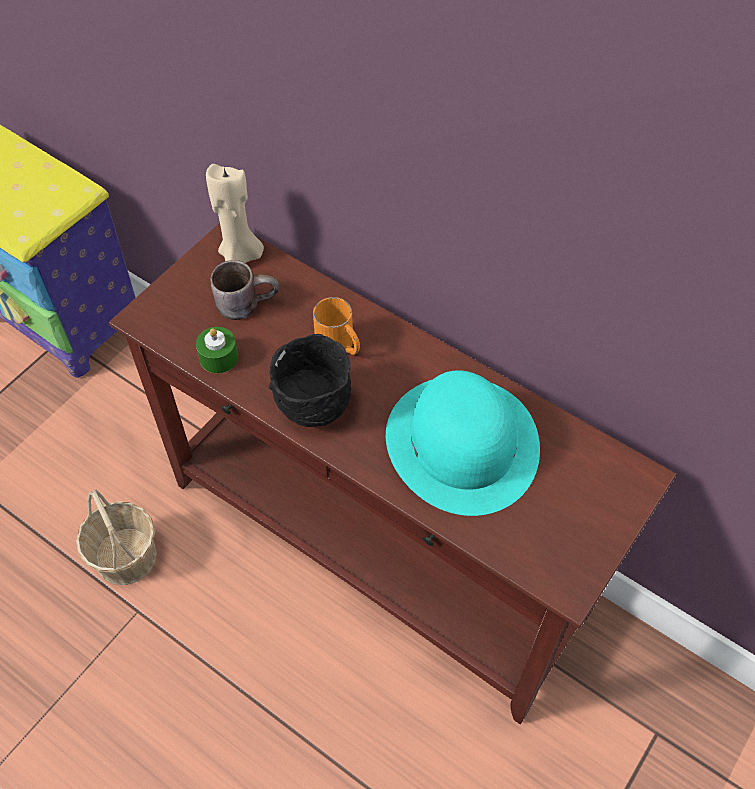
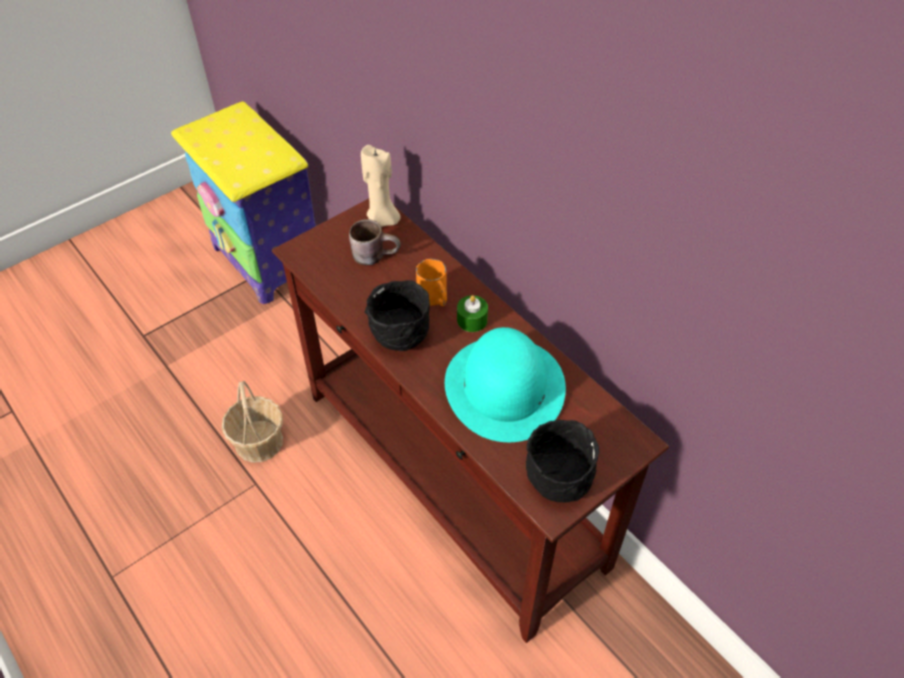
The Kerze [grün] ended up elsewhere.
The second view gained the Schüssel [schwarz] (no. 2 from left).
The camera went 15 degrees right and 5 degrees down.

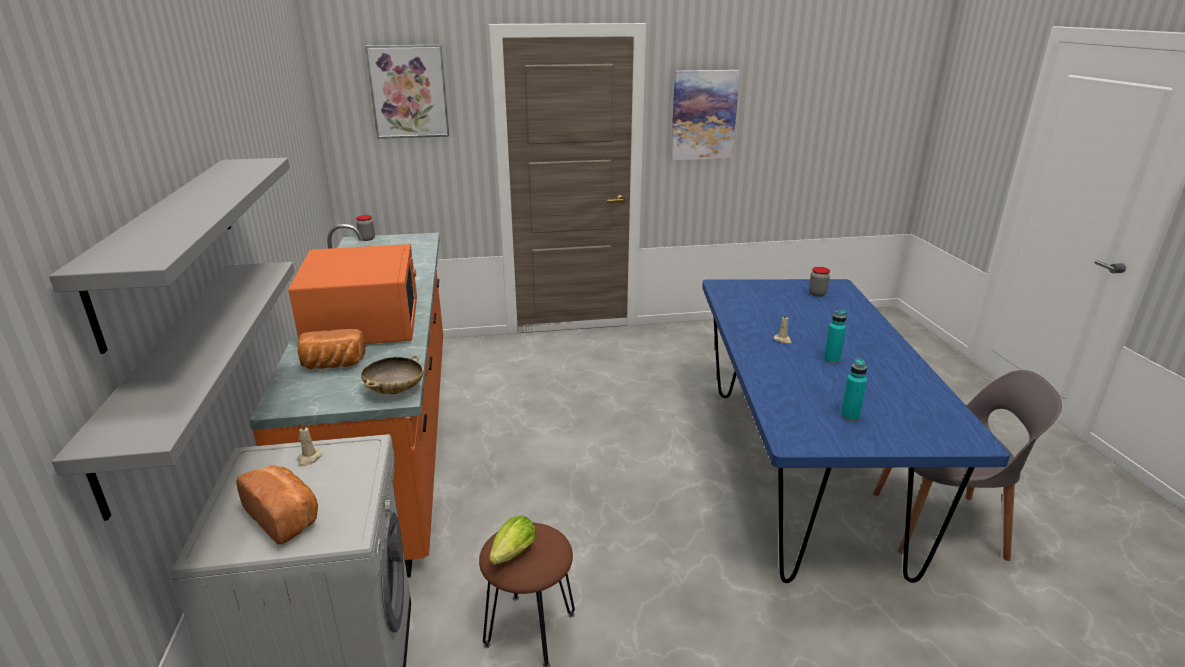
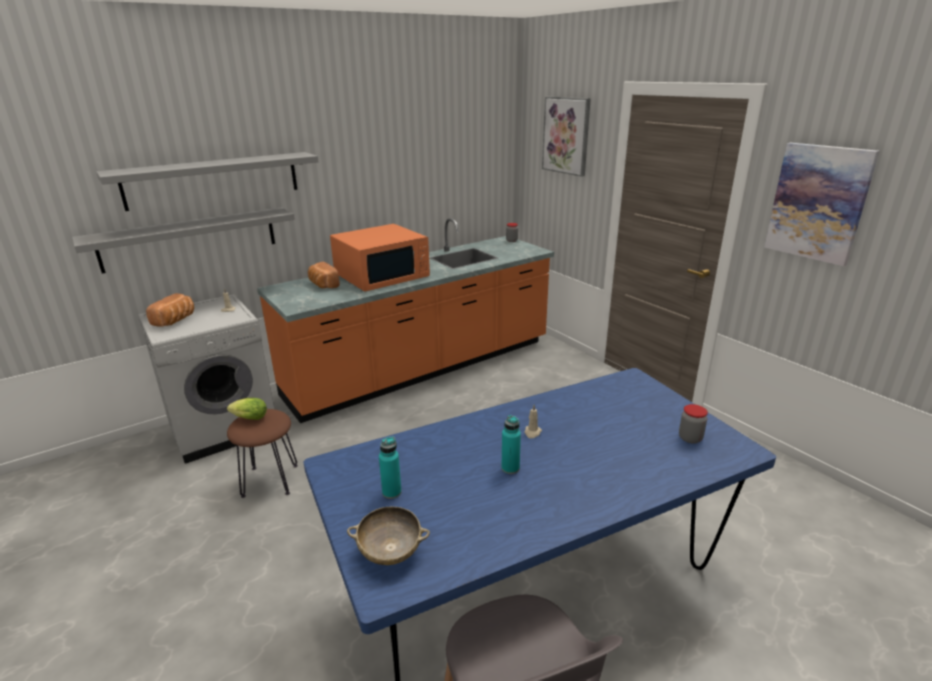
The Schüssel [beige] ended up elsewhere.
The camera went 65 degrees right and 0 degrees up.

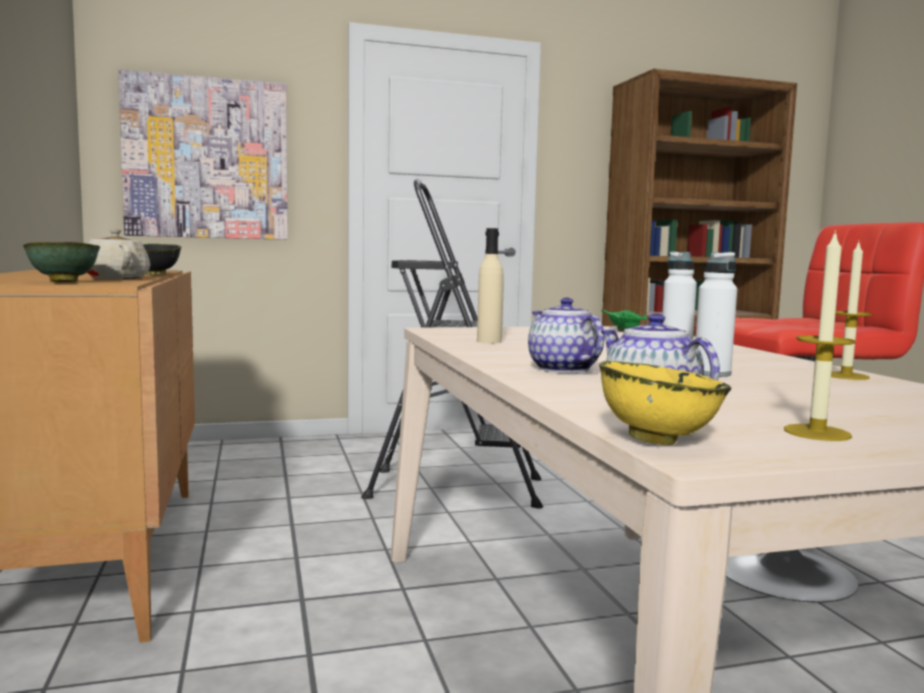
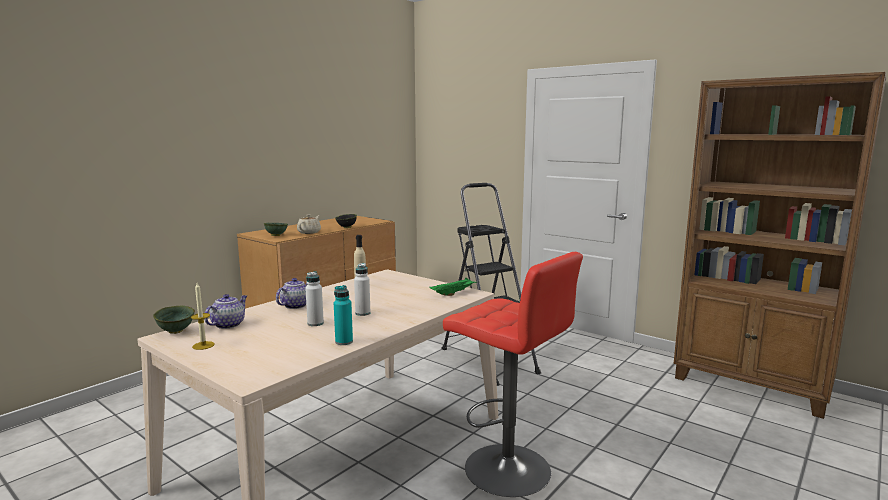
The second view lost the Bild.
Where the Kerze (no. 2 from left) stood, the Flasche [türkis] came to stand.
What was the Schüssel [gelb] turned into the Schüssel [grün] (no. 1 from left).
The camera went 55 degrees right and 5 degrees up.

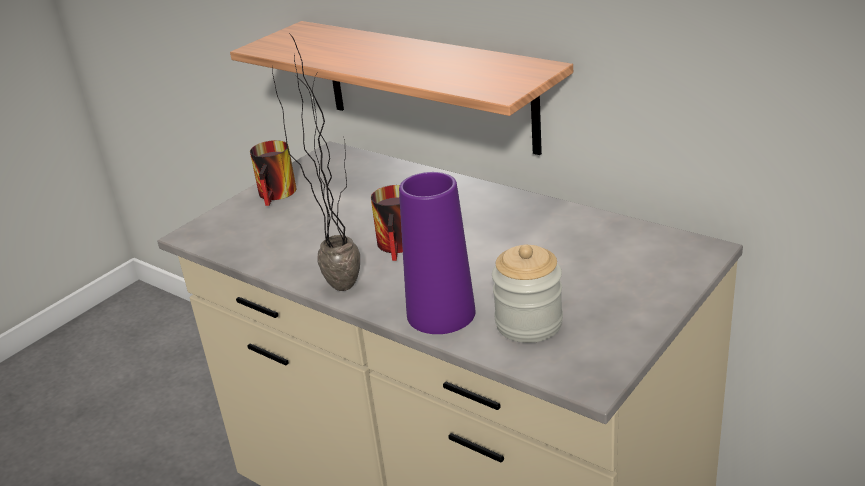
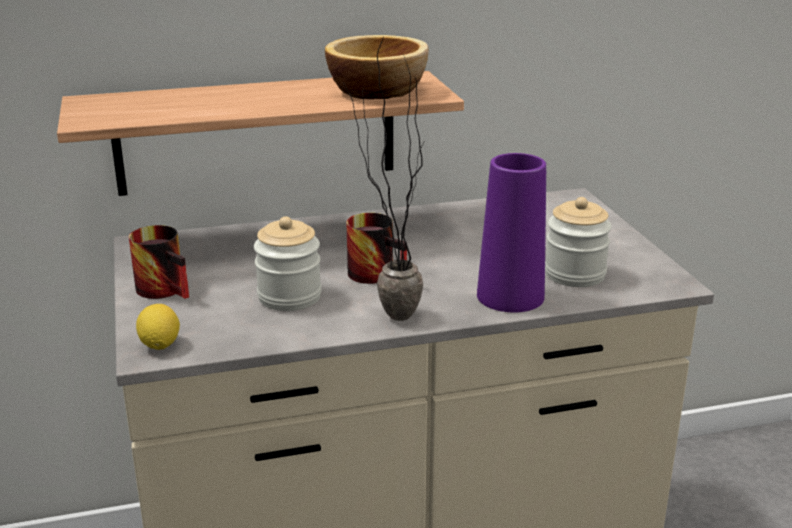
The second view gained the Schüssel.
The second view gained the Vorratsglas (no. 1 from left).
The second view gained the Zitrone.
The camera went 55 degrees left and 5 degrees down.

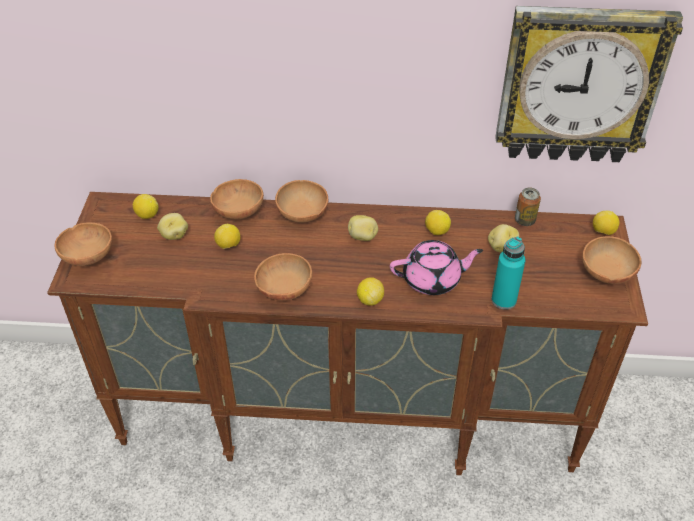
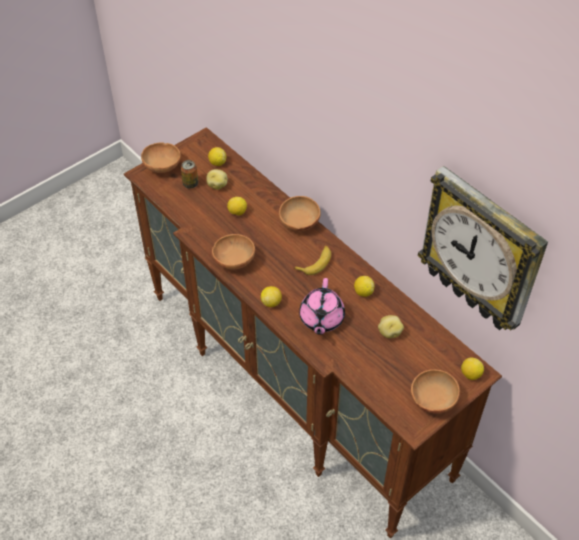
The second view lost the Schüssel [braun] (no. 2 from left).
The Dose ended up elsewhere.
Where the Kartoffel (no. 2 from left) stood, the Banane came to stand.
The second view lost the Flasche [türkis].
The Teekanne [rosa] ended up facing another way, 60 degrees clockwise from before.
The camera went 45 degrees right and 5 degrees up.

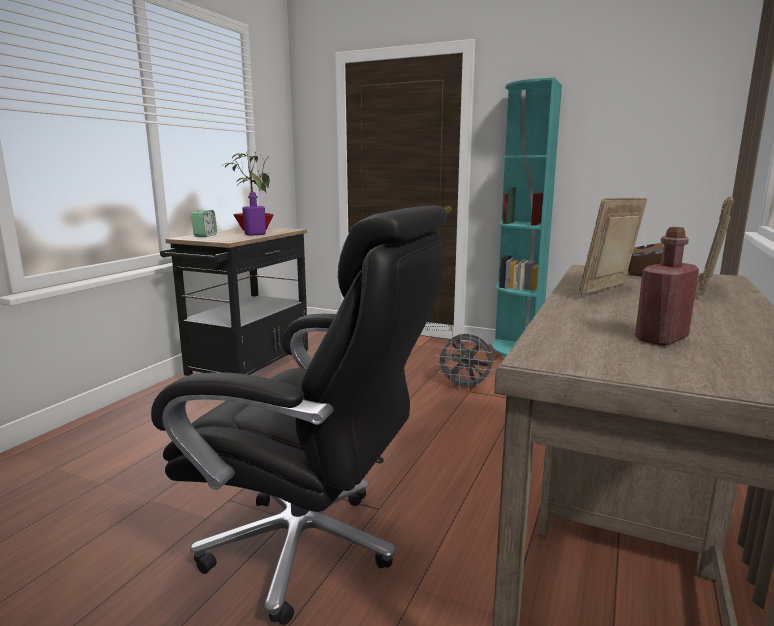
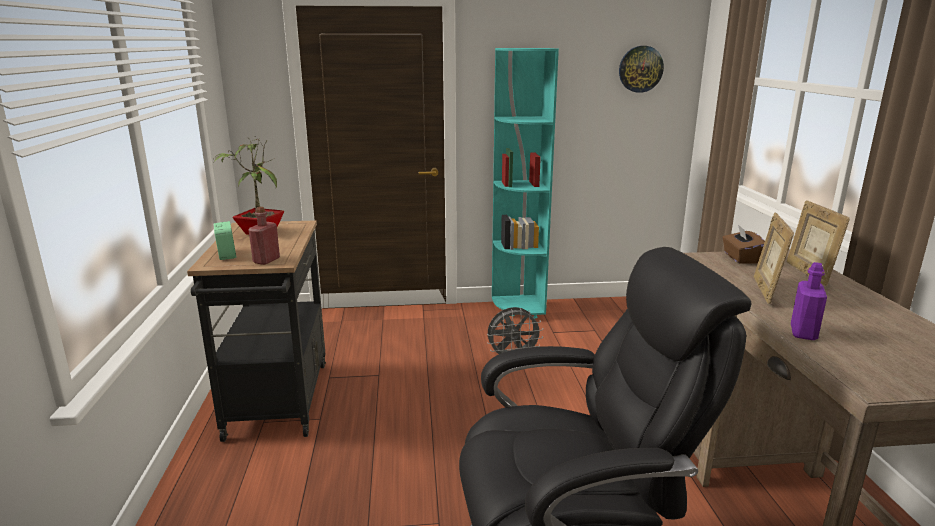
The Flasche [lila] ended up elsewhere.
The Flasche [rot] ended up elsewhere.
The second view gained the Wanduhr.
The camera went 30 degrees left and 5 degrees up.

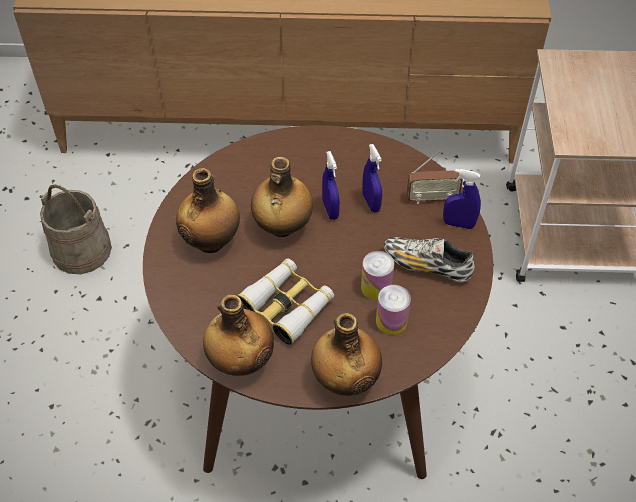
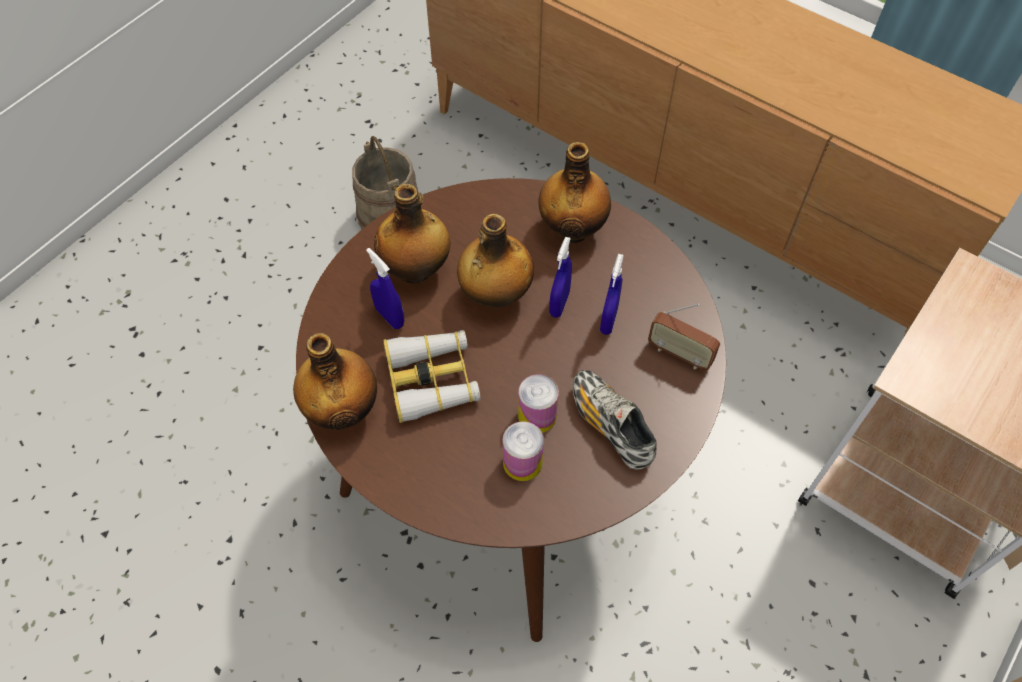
The Sprühflasche [blau] (no. 3 from left in the first image) ended up elsewhere.
The Flasche (no. 4 from left) ended up elsewhere.
The camera went 35 degrees right and 5 degrees up.

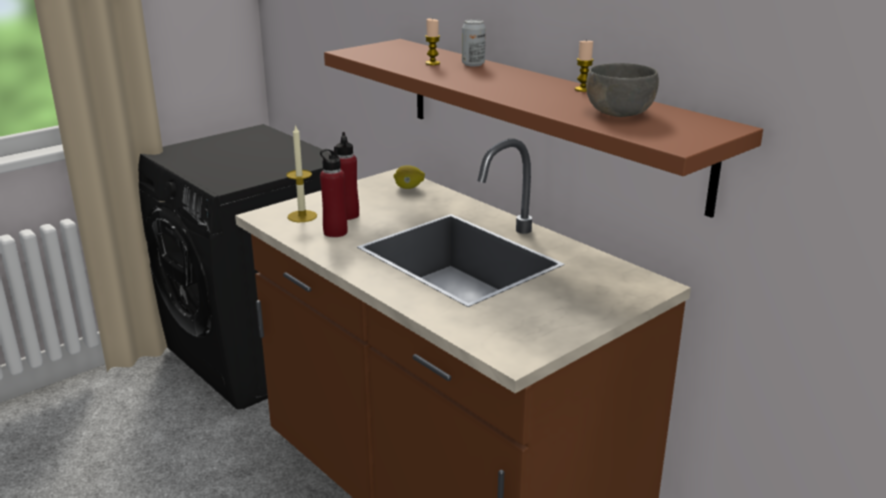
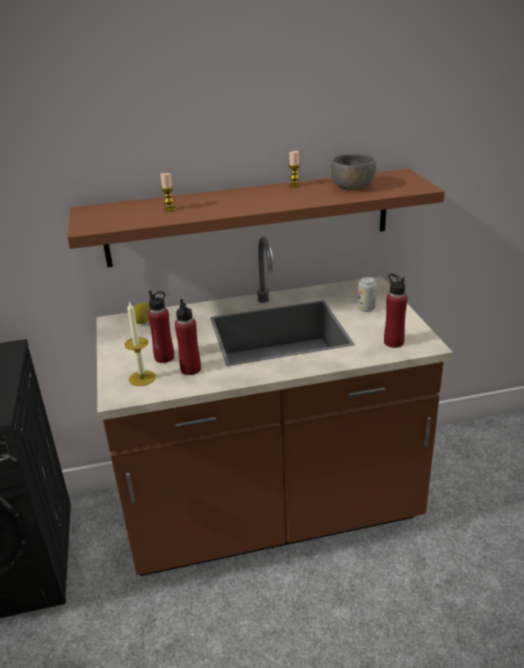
The Dose ended up elsewhere.
The second view gained the Flasche [rot] (no. 3 from left).
The camera went 60 degrees left and 5 degrees up.

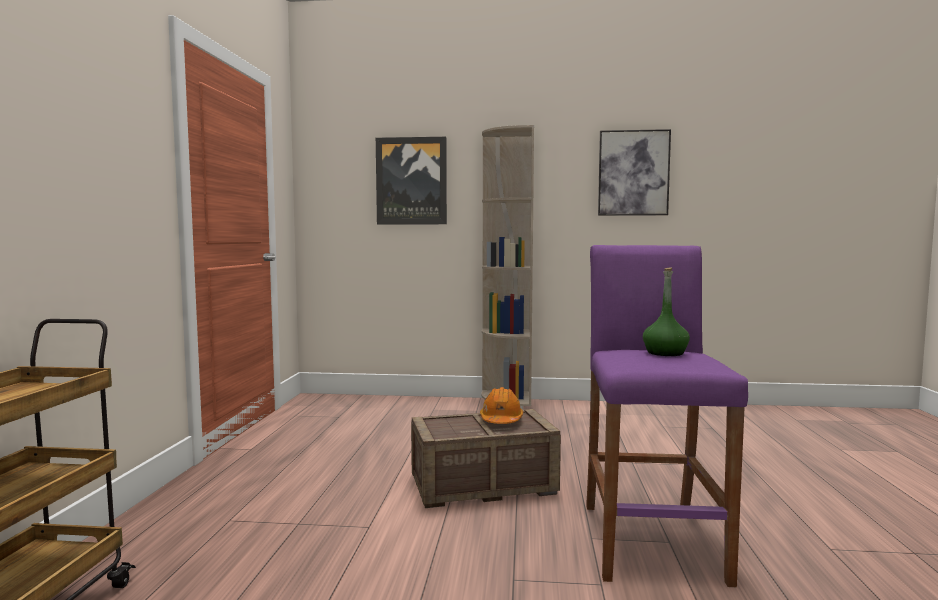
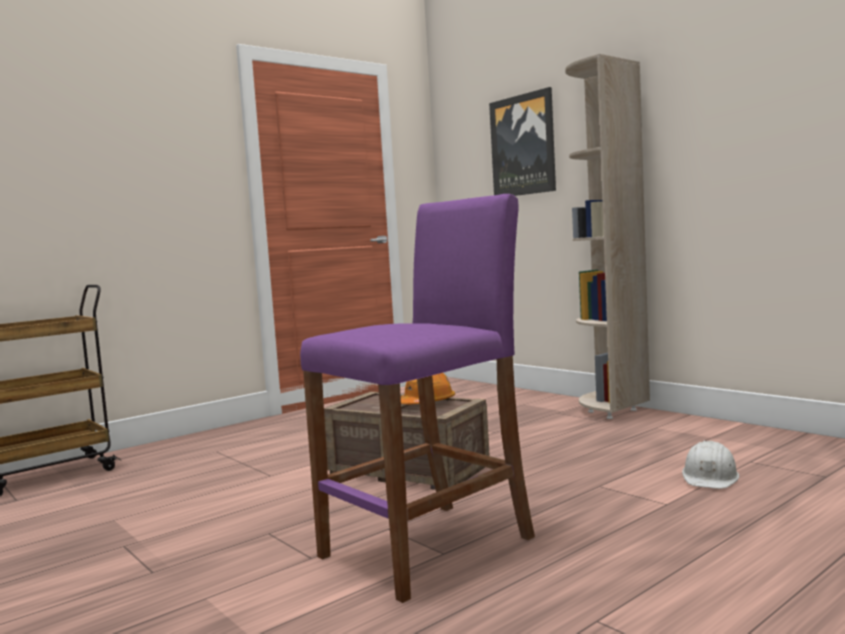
The second view lost the Bild (no. 2 from left).
The second view lost the Flasche [grün].
The second view gained the Schutzhelm [weiß].
The camera went 45 degrees right and 0 degrees up.

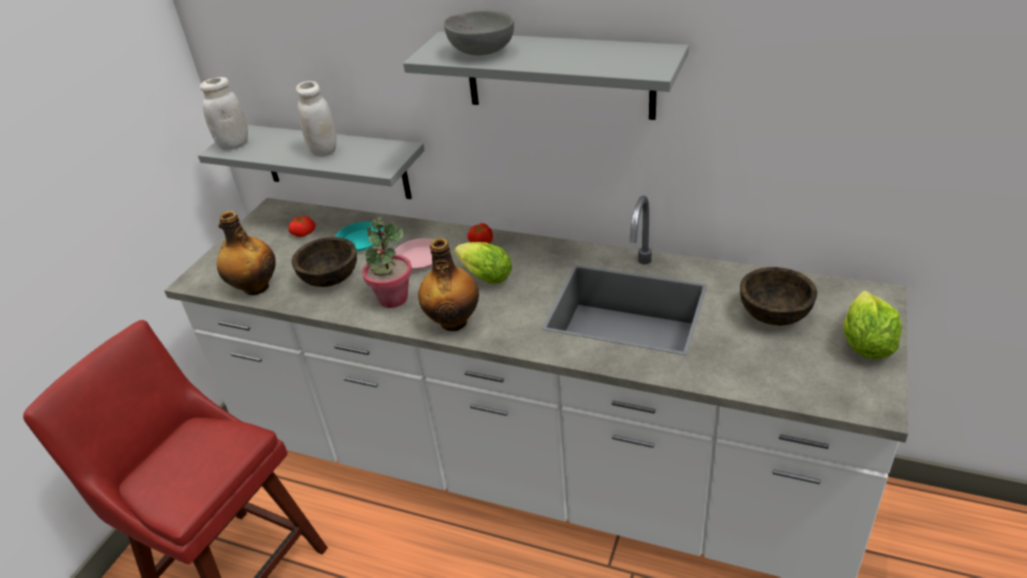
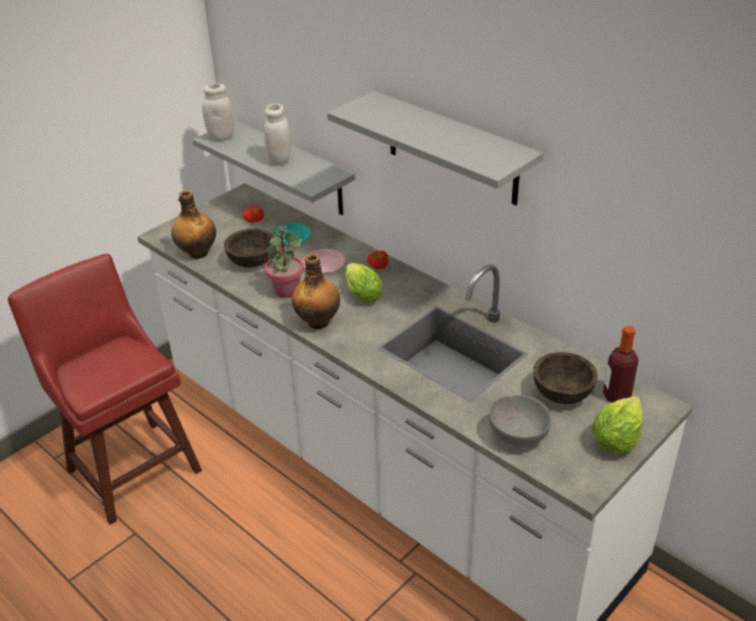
The Schüssel [grau] ended up elsewhere.
The second view gained the Flasche (no. 3 from left).
The camera went 20 degrees right and 0 degrees up.

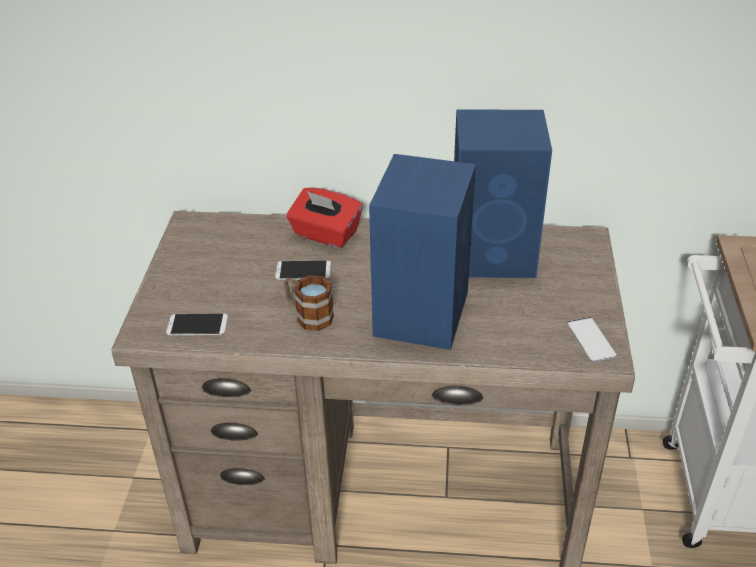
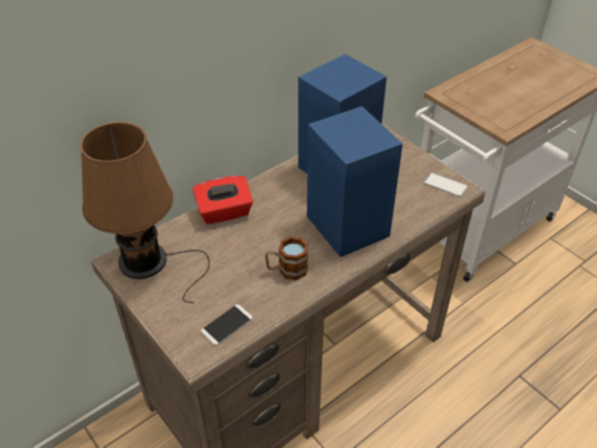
The second view lost the Handy (no. 2 from left).
The second view gained the Tischlampe [braun].
The camera went 45 degrees left and 5 degrees up.

